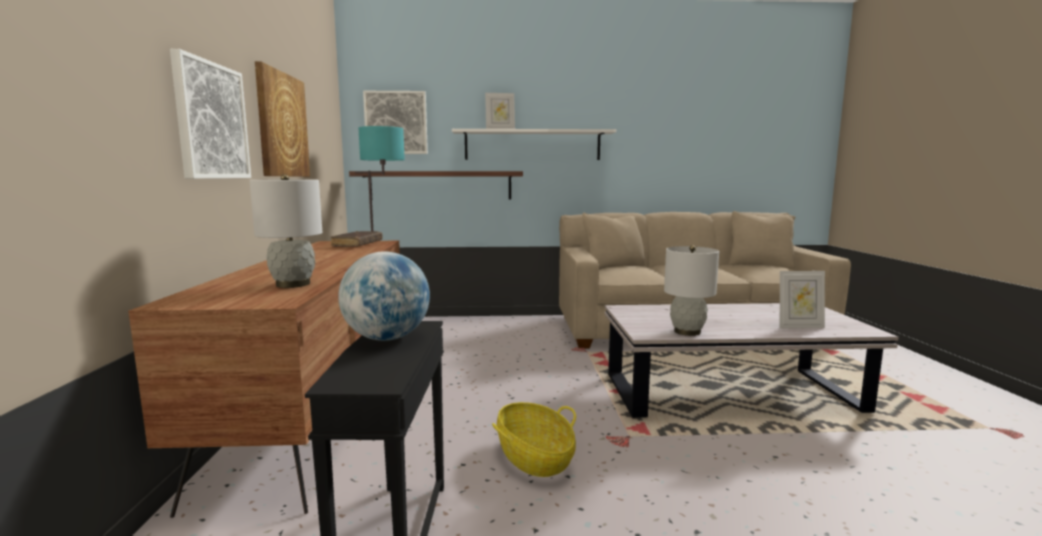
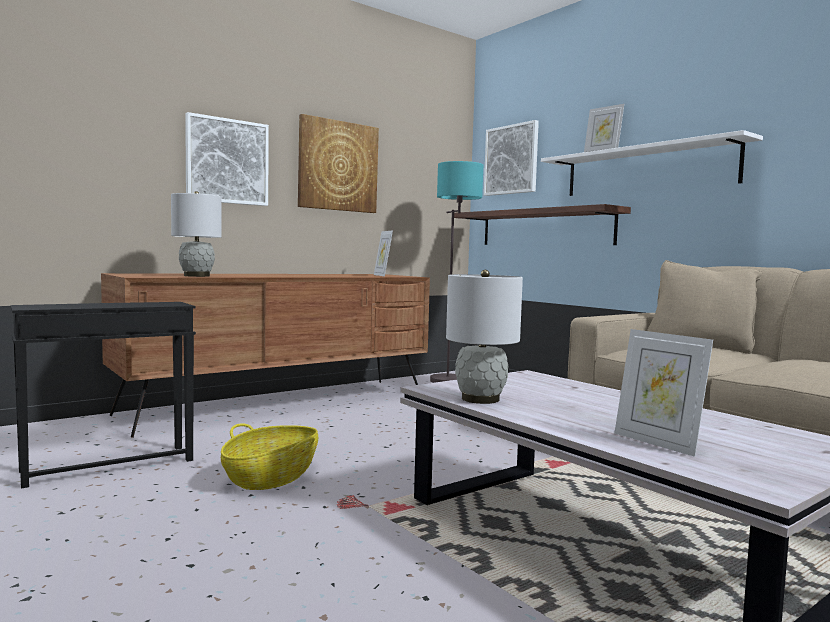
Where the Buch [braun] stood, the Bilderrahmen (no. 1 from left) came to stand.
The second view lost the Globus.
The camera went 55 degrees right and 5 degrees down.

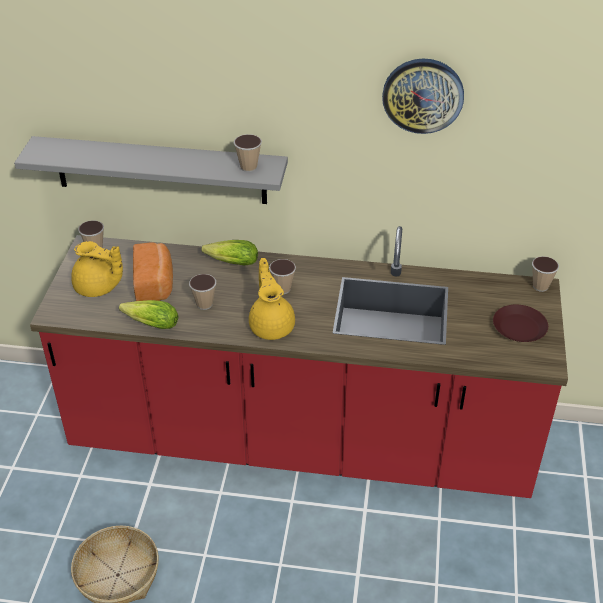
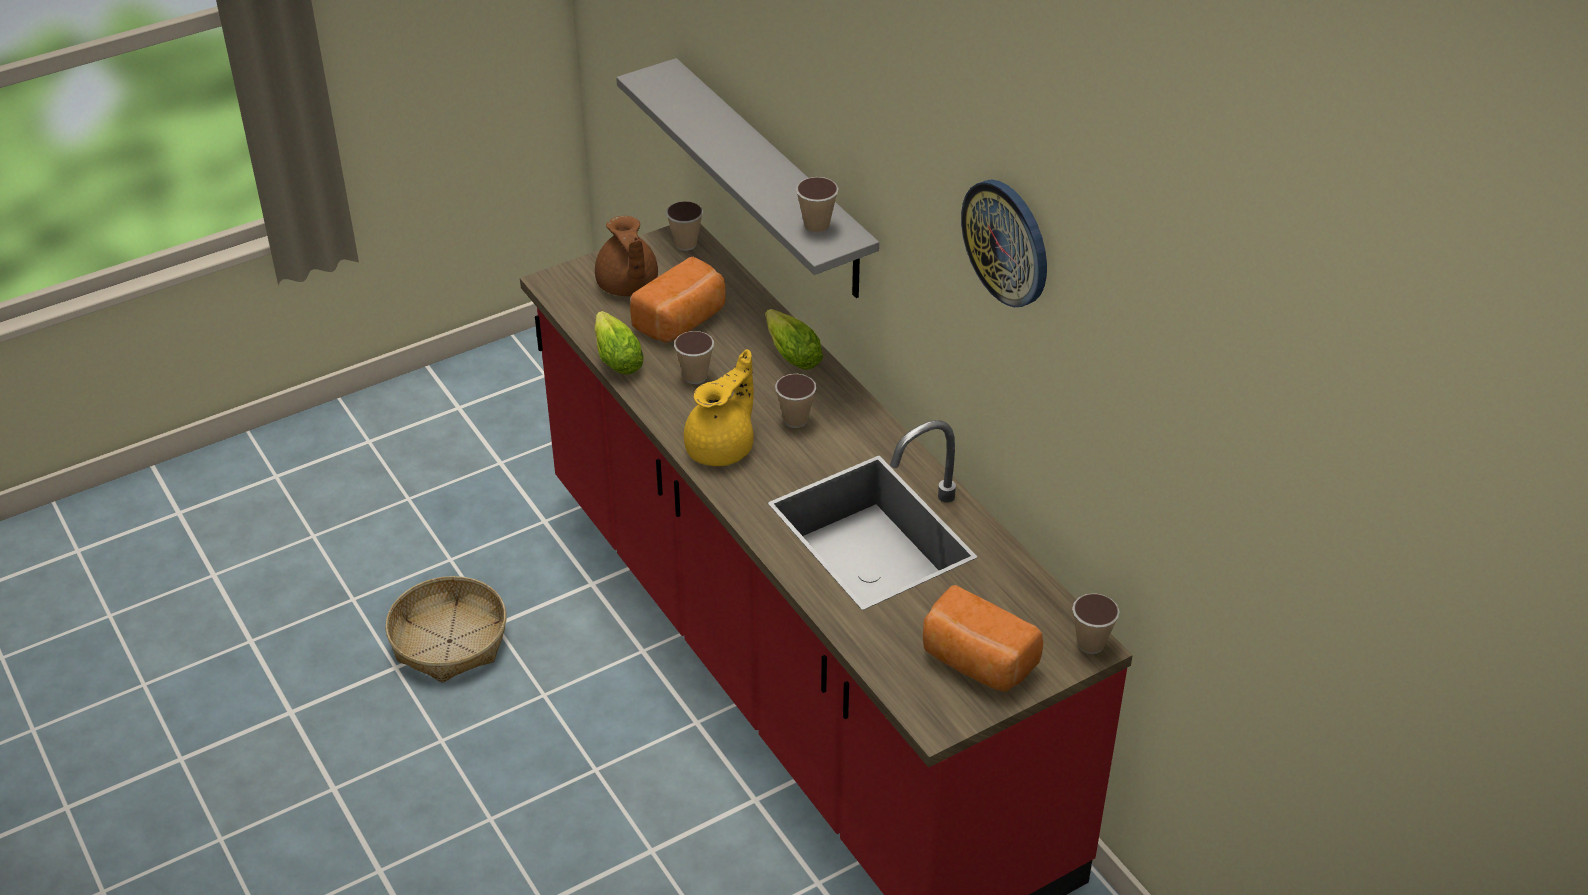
What was the Teekanne [gelb] (no. 1 from left) turned into the Teekanne [braun].
Where the Teller [braun] stood, the Brot (no. 2 from left) came to stand.
The camera went 50 degrees right and 0 degrees up.

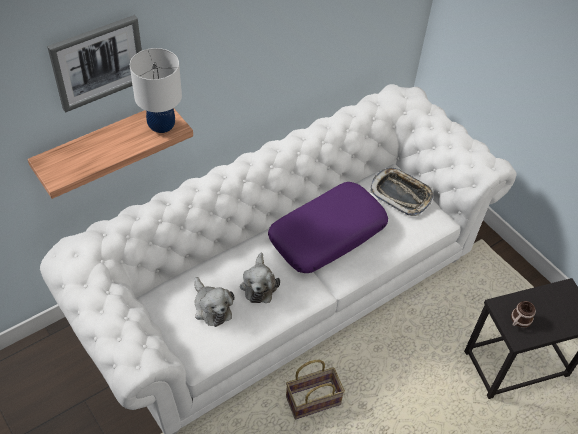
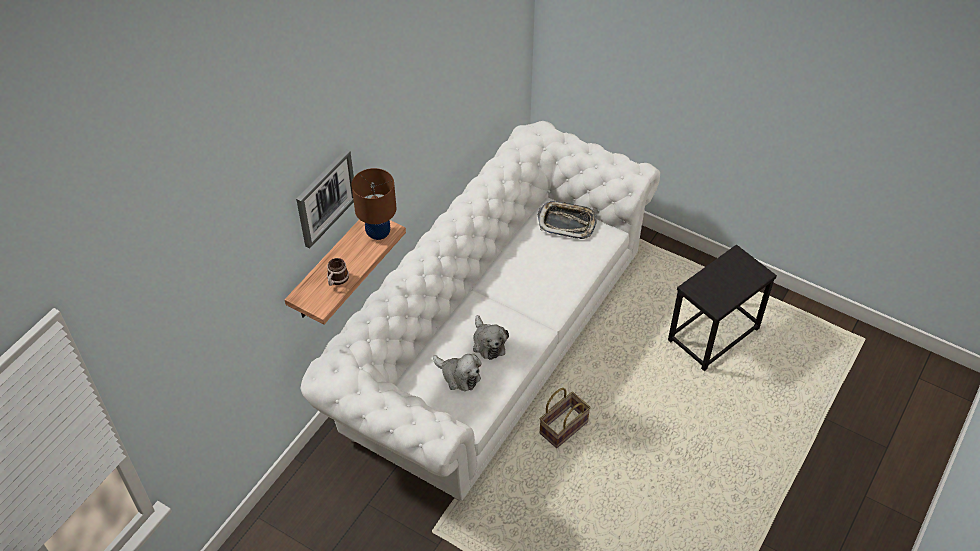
What was the Tischlampe [weiß] turned into the Tischlampe [braun].
The second view lost the Kissen [lila].
The Henkelbecher ended up elsewhere.
The camera went 20 degrees left and 0 degrees up.

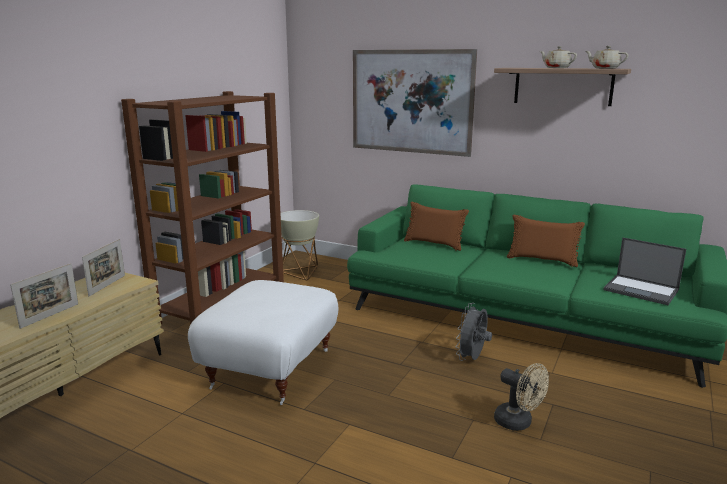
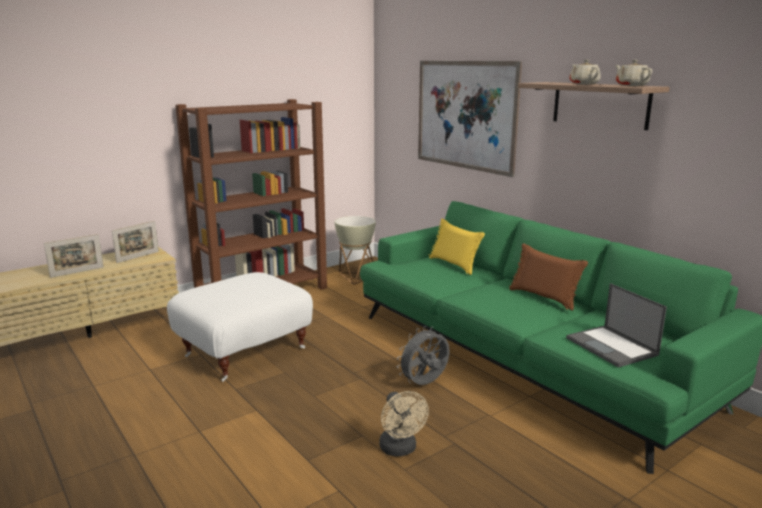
What was the Kissen [braun] (no. 1 from left) turned into the Kissen [gelb].
The camera went 25 degrees right and 0 degrees up.

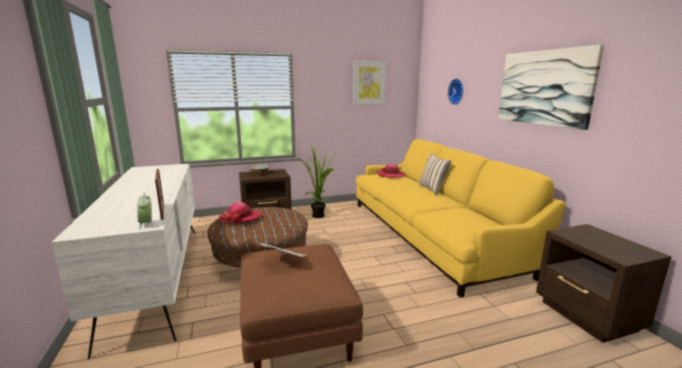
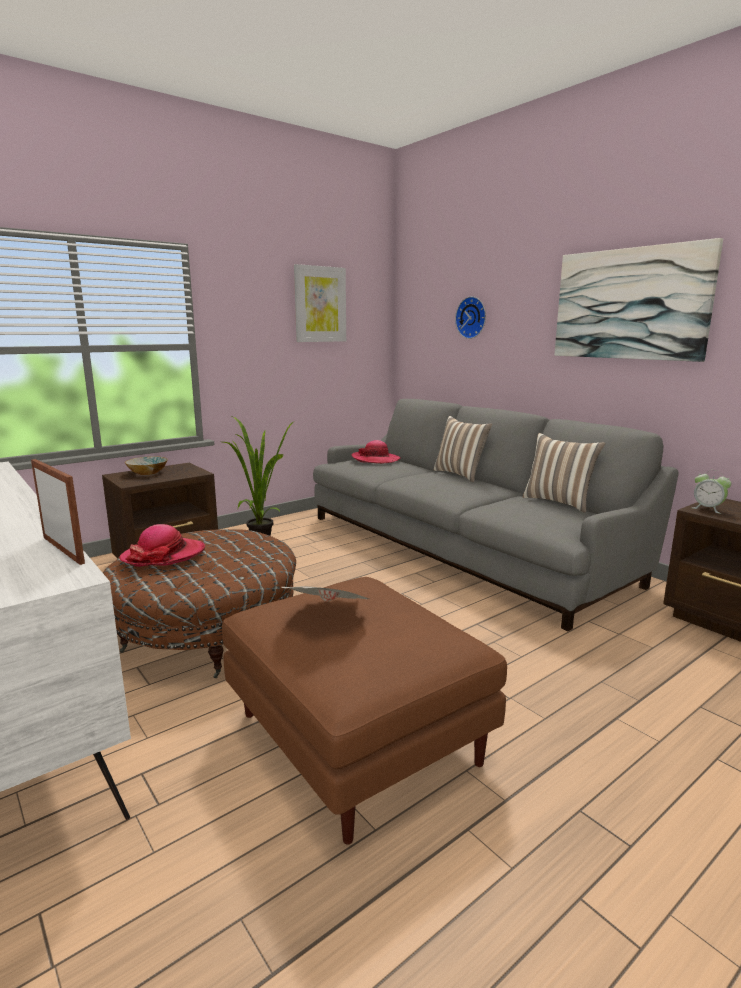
What was the Sofa [gelb] turned into the Sofa [grau].
The Wecker ended up elsewhere.
The second view gained the Kissen (no. 2 from left).
The camera went 20 degrees left and 0 degrees up.

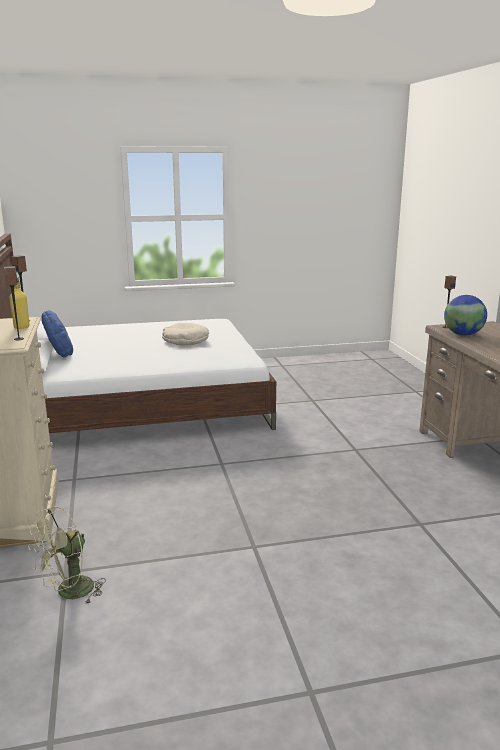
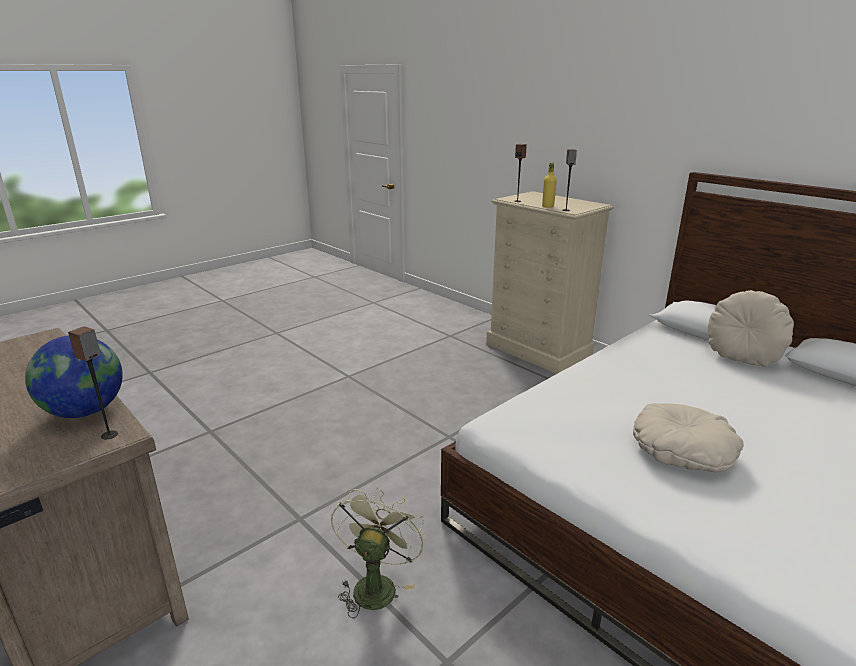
What was the Kissen [blau] turned into the Kissen [beige] (no. 2 from left).
The Ventilator [grün] ended up elsewhere.
The camera went 150 degrees right and 5 degrees up.

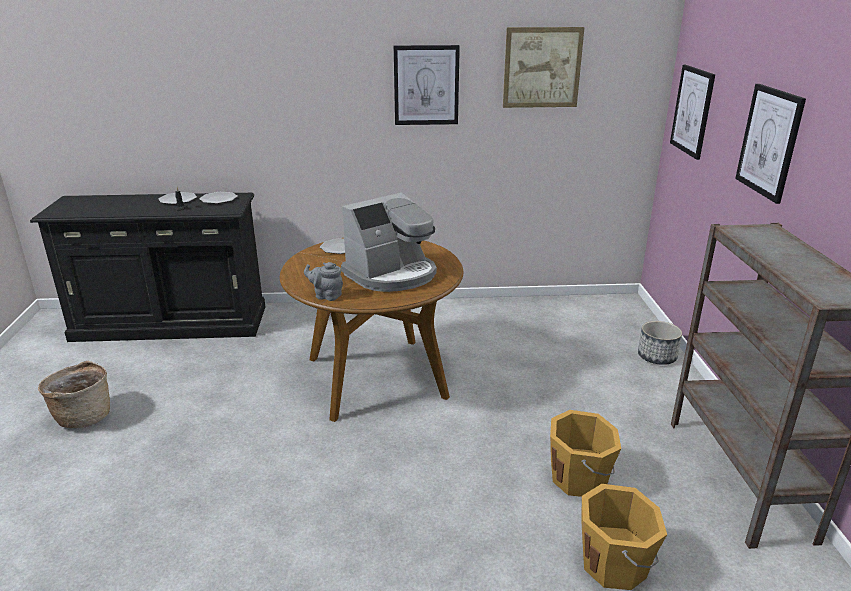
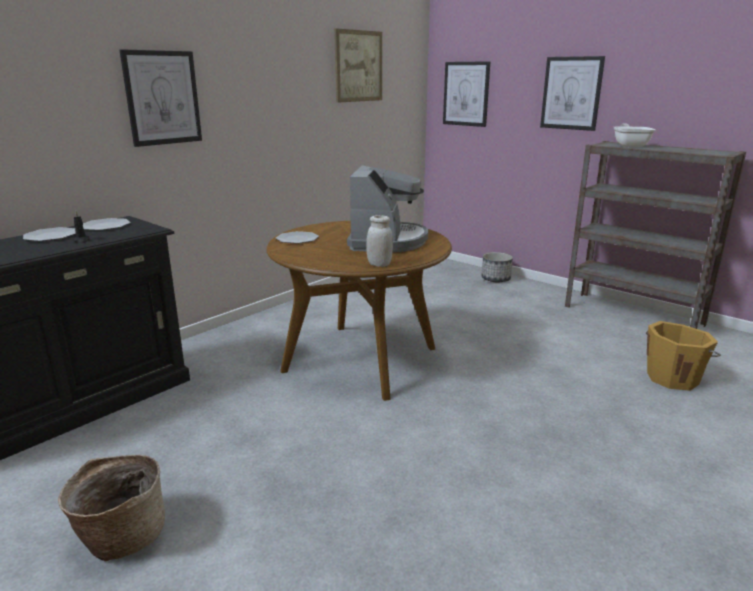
The Bild (no. 1 from left) ended up elsewhere.
Where the Teekanne [grau] stood, the Vorratsglas [weiß] came to stand.
The second view lost the Eimer [orange] (no. 1 from left).
The second view gained the Pfanne.
The camera went 45 degrees left and 5 degrees down.

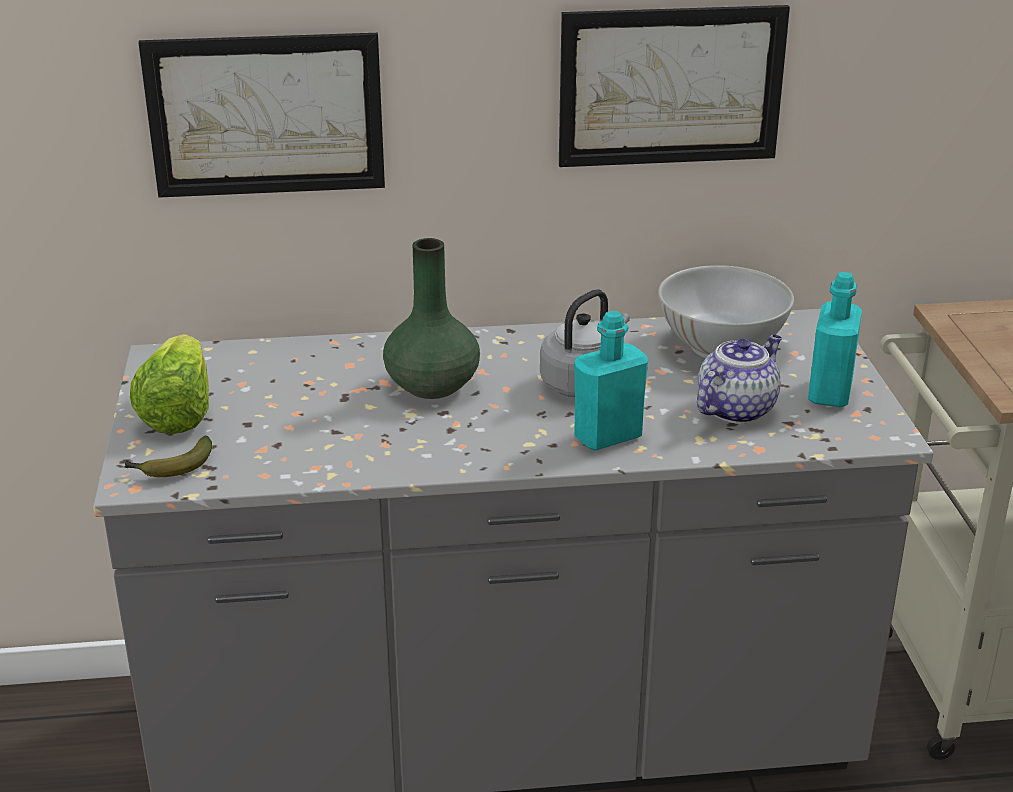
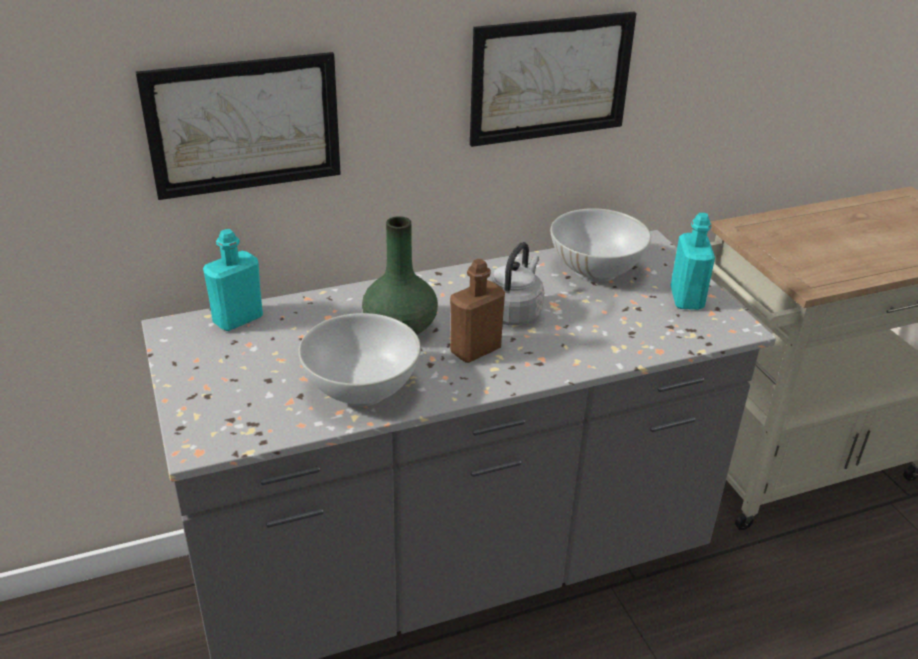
The Flasche [türkis] (no. 1 from left) ended up elsewhere.
The second view lost the Salatkopf.
The second view lost the Teekanne.
The second view lost the Banane.
The second view gained the Flasche [braun].
The second view gained the Schüssel [weiß] (no. 1 from left).
The camera went 15 degrees left and 5 degrees up.

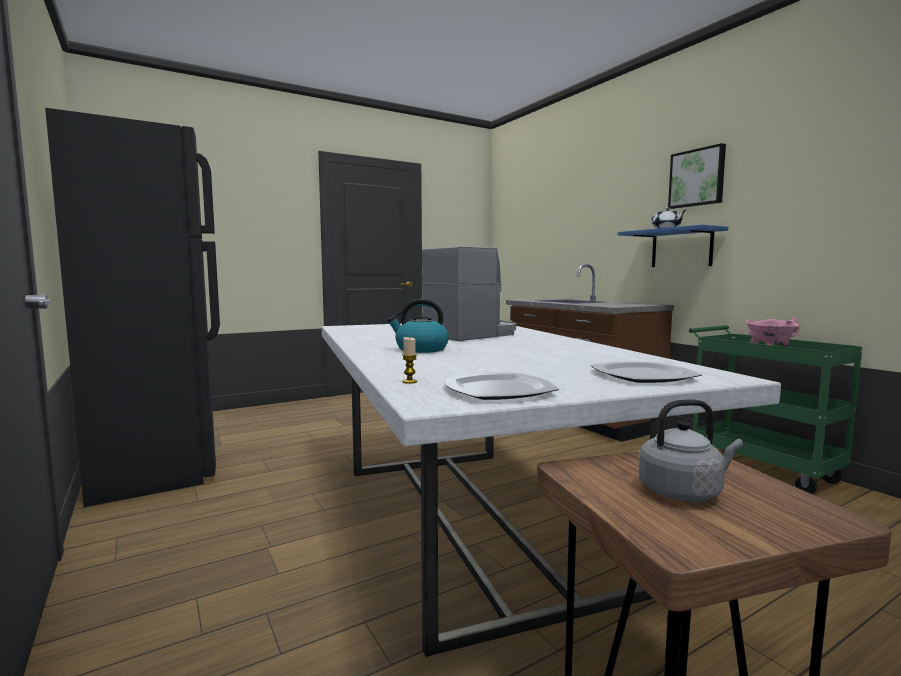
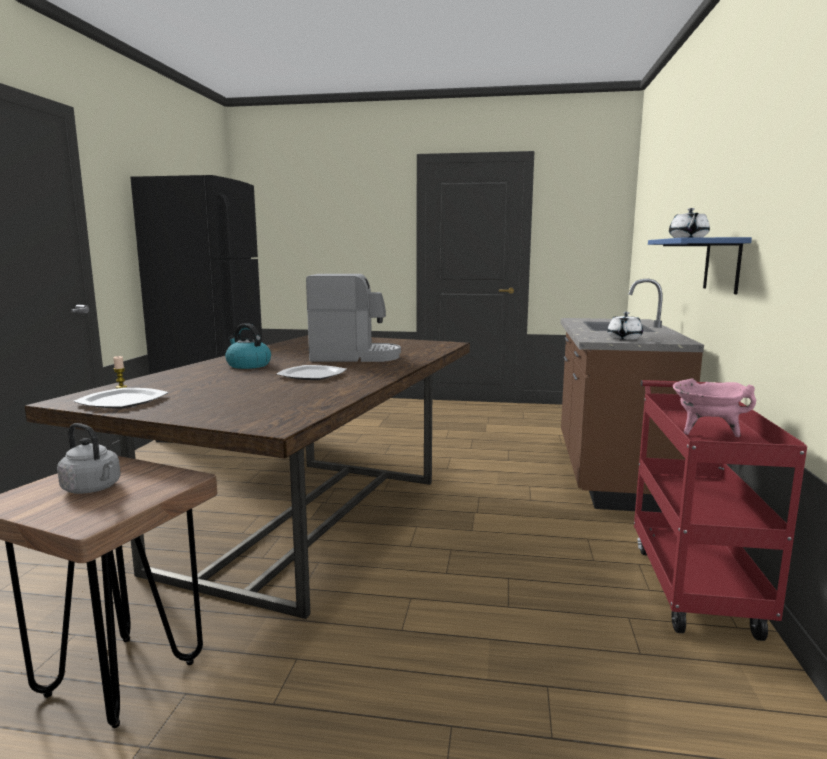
The second view lost the Bild.
What was the Esstisch [weiß] turned into the Esstisch [braun].
What was the Rollwagen [grün] turned into the Rollwagen [rot].
The Teller (no. 2 from left) ended up elsewhere.
The second view gained the Teekanne [weiß] (no. 1 from left).
The camera went 40 degrees right and 5 degrees up.

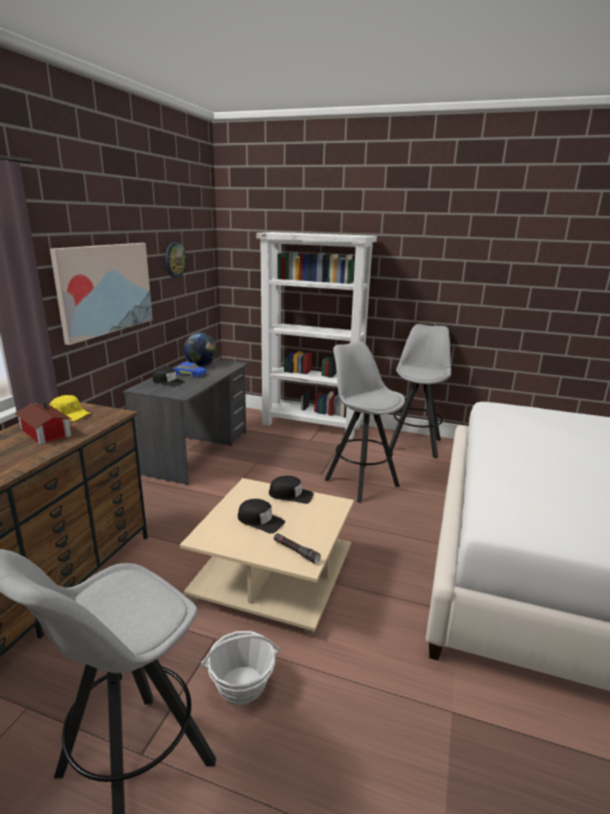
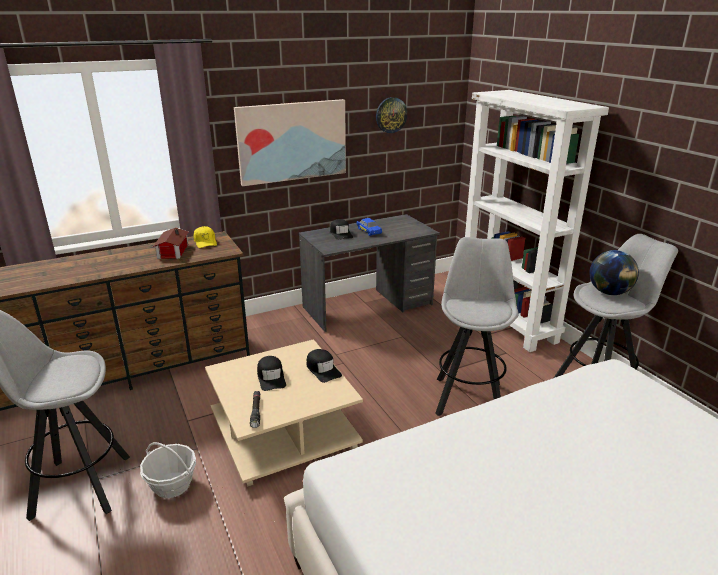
The Globus ended up elsewhere.
The camera went 45 degrees right and 5 degrees up.

